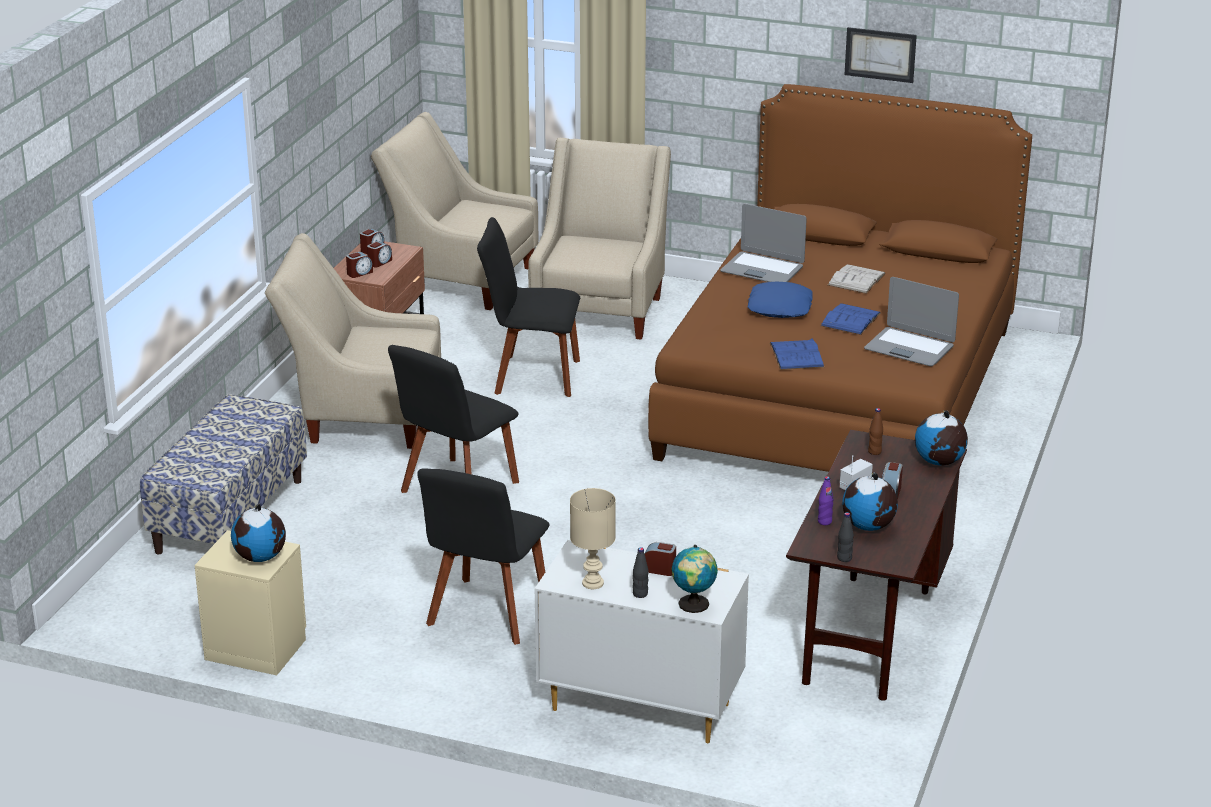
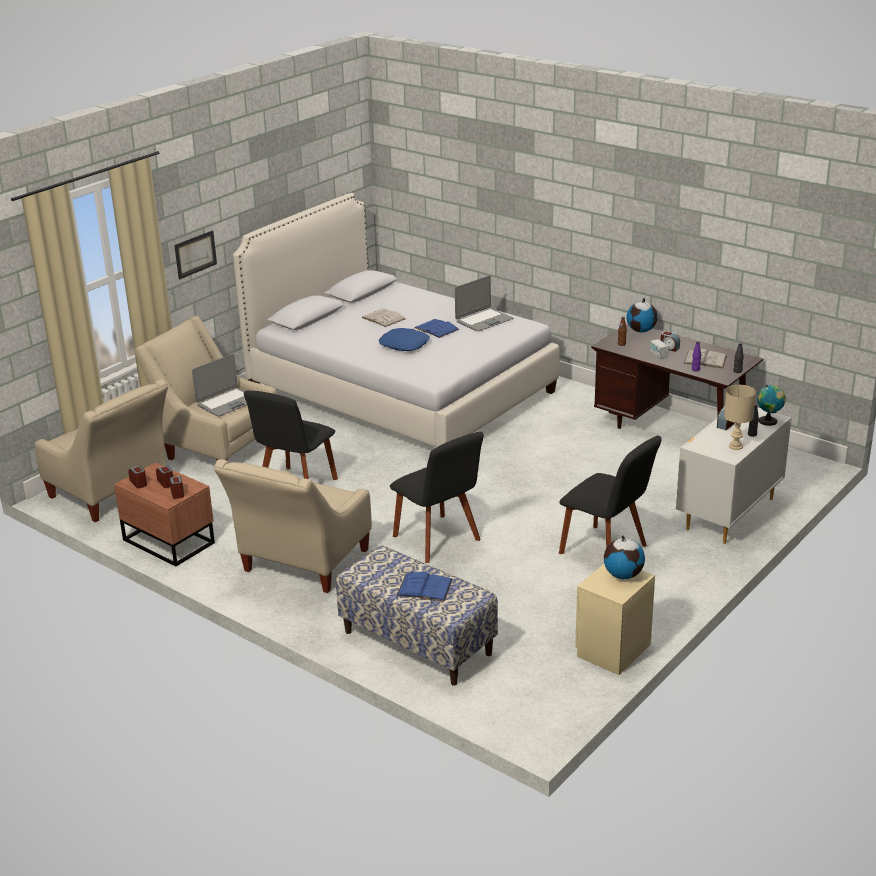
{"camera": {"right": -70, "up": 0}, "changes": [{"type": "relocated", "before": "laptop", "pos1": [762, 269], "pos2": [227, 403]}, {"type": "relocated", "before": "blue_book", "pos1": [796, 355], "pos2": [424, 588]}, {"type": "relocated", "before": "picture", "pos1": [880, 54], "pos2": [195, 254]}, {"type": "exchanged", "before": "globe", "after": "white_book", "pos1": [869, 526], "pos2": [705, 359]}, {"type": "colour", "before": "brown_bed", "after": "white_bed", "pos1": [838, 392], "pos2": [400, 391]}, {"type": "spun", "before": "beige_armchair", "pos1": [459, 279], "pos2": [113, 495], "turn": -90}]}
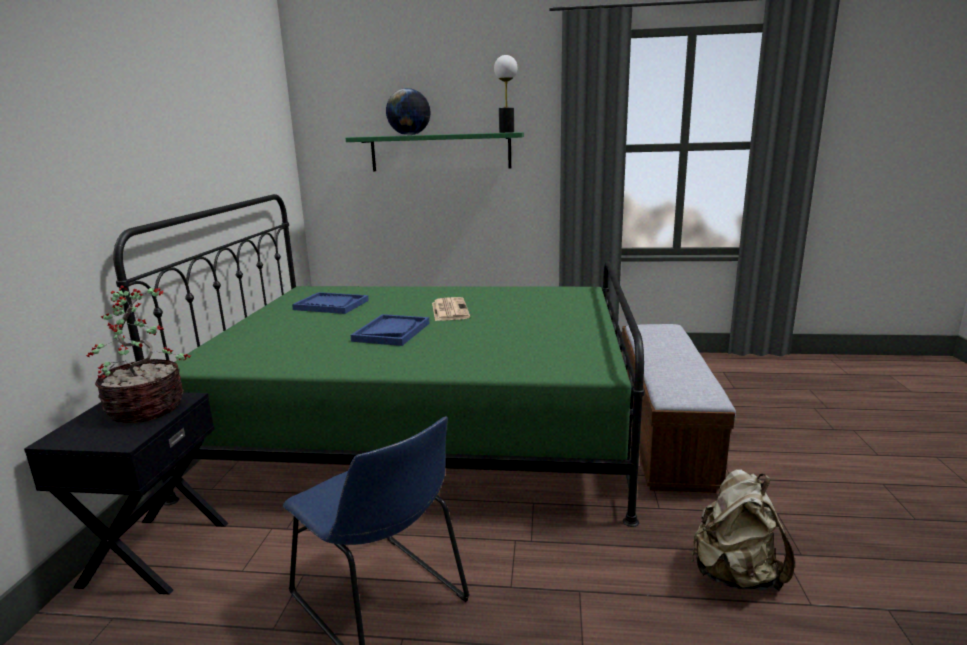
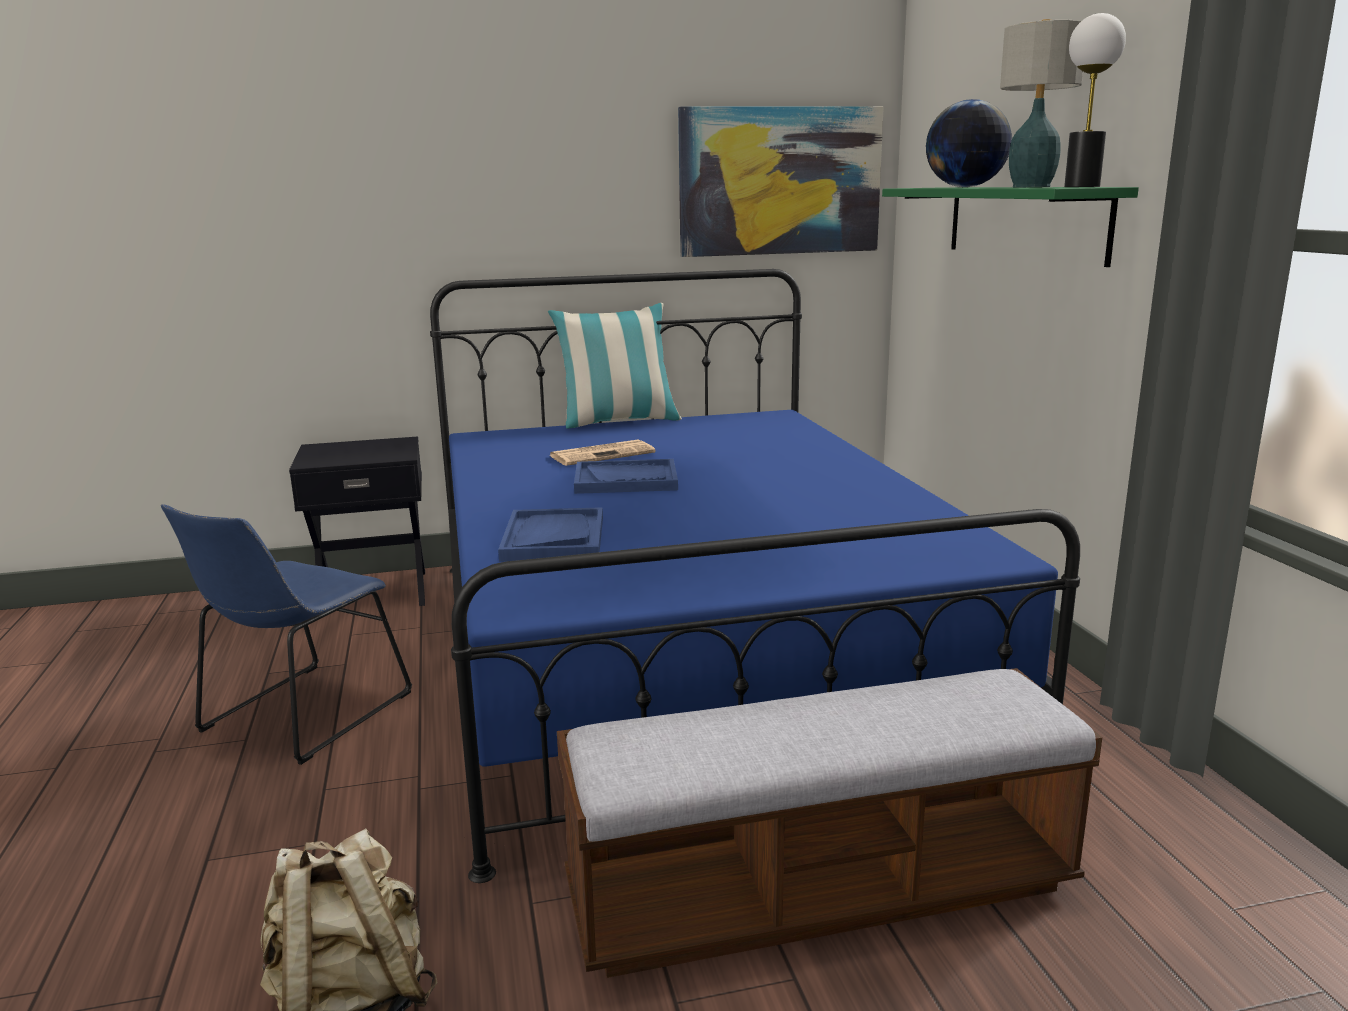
{"camera": {"right": 70, "up": 0}, "changes": [{"type": "missing", "before": "potted_plant", "pos1": [148, 408]}, {"type": "appeared", "after": "pillow", "pos2": [618, 421]}, {"type": "appeared", "after": "picture", "pos2": [780, 181]}, {"type": "appeared", "after": "table_lamp", "pos2": [1030, 187]}, {"type": "relocated", "before": "blue_tray", "pos1": [331, 305], "pos2": [553, 538]}, {"type": "relocated", "before": "newspaper", "pos1": [449, 310], "pos2": [603, 454]}, {"type": "colour", "before": "green_bed", "after": "blue_bed", "pos1": [426, 427], "pos2": [686, 652]}]}
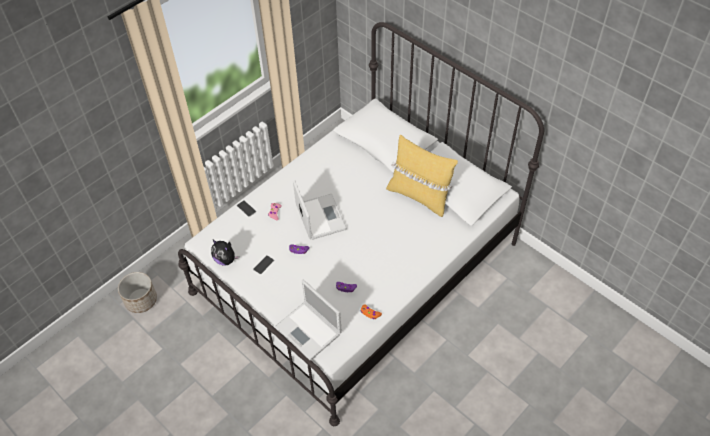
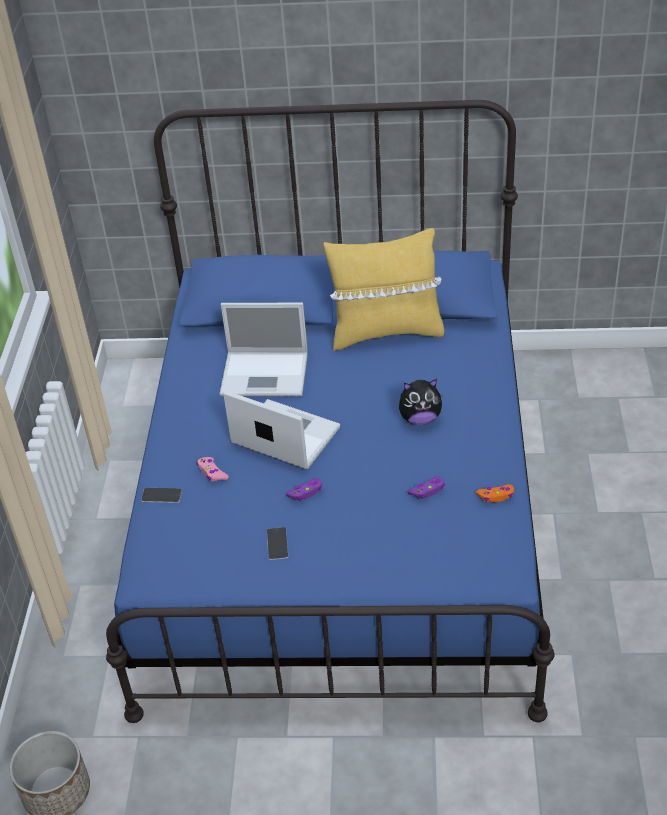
{"camera": {"right": -40, "up": -10}, "changes": [{"type": "relocated", "before": "plush_toy", "pos1": [226, 259], "pos2": [420, 418]}, {"type": "relocated", "before": "laptop", "pos1": [309, 331], "pos2": [266, 374]}, {"type": "colour", "before": "white_bed", "after": "blue_bed", "pos1": [356, 267], "pos2": [342, 514]}]}
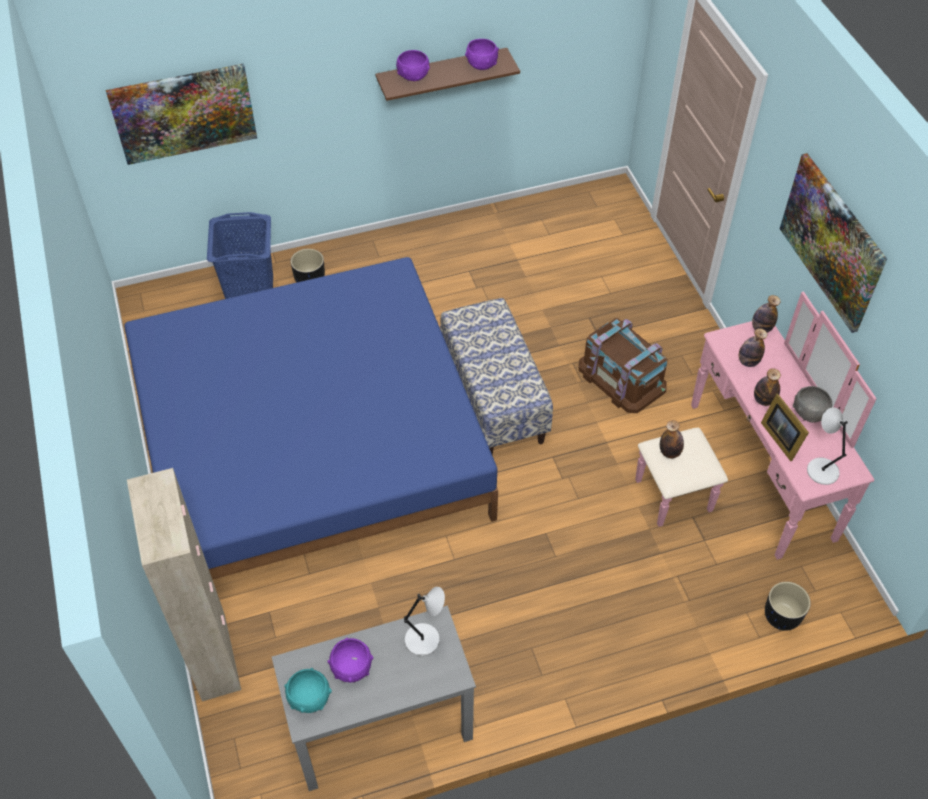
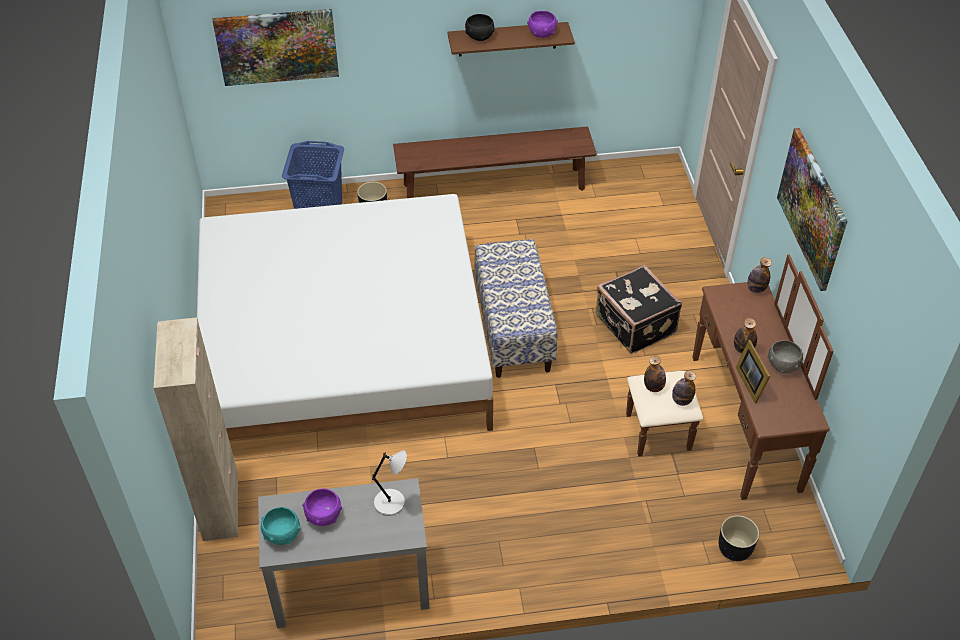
{"camera": {"right": 10, "up": -5}, "changes": [{"type": "missing", "before": "grey_table_lamp", "pos1": [821, 470]}, {"type": "appeared", "after": "brown_bench", "pos2": [494, 187]}, {"type": "relocated", "before": "bottle", "pos1": [748, 362], "pos2": [681, 400]}, {"type": "exchanged", "before": "brown_storage_box", "after": "black_suitcase", "pos1": [622, 377], "pos2": [634, 326]}, {"type": "colour", "before": "blue_bed", "after": "white_bed", "pos1": [311, 445], "pos2": [343, 346]}, {"type": "colour", "before": "purple_bowl", "after": "black_bowl", "pos1": [413, 76], "pos2": [479, 37]}, {"type": "colour", "before": "pink_dresser", "after": "brown_dresser", "pos1": [741, 476], "pos2": [725, 424]}]}
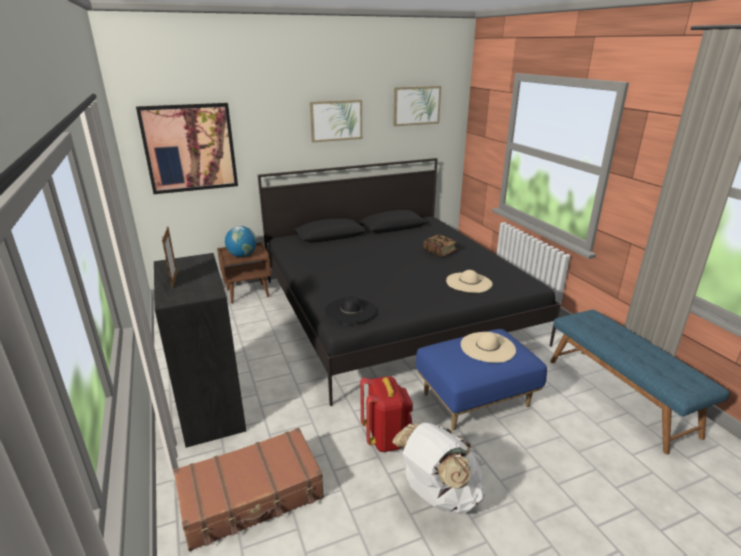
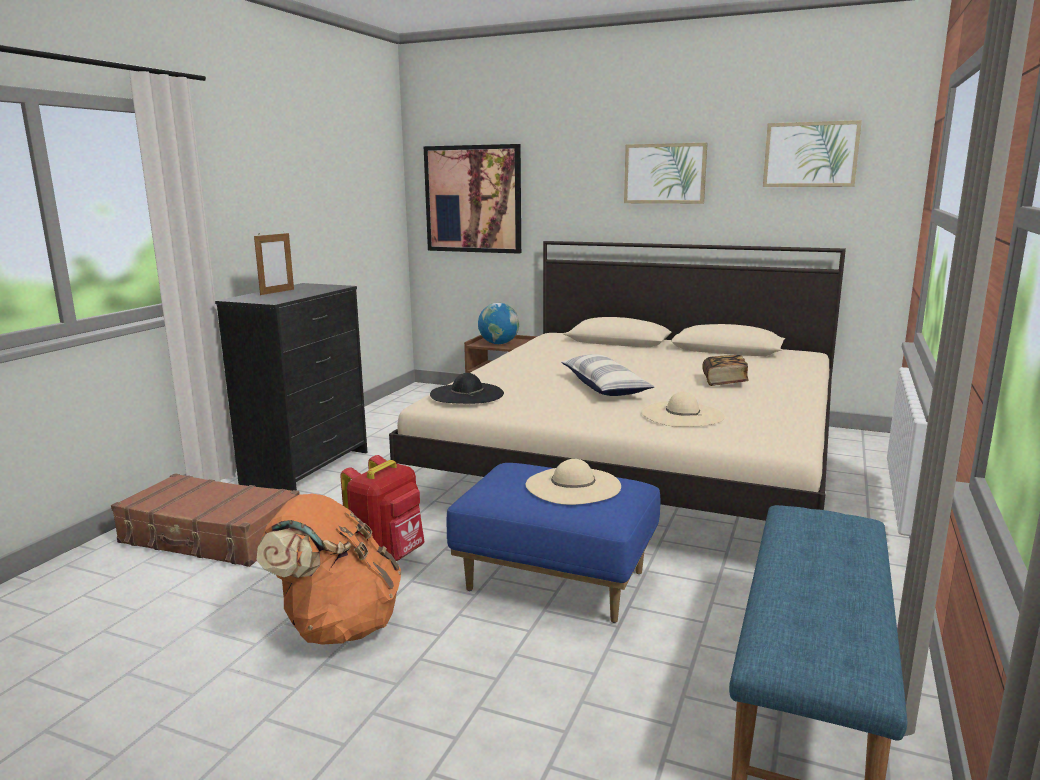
{"camera": {"right": 45, "up": -10}, "changes": [{"type": "appeared", "after": "pillow", "pos2": [605, 387]}, {"type": "colour", "before": "black_bed", "after": "beige_bed", "pos1": [393, 310], "pos2": [639, 463]}, {"type": "colour", "before": "white_backpack", "after": "orange_backpack", "pos1": [438, 494], "pos2": [337, 626]}]}
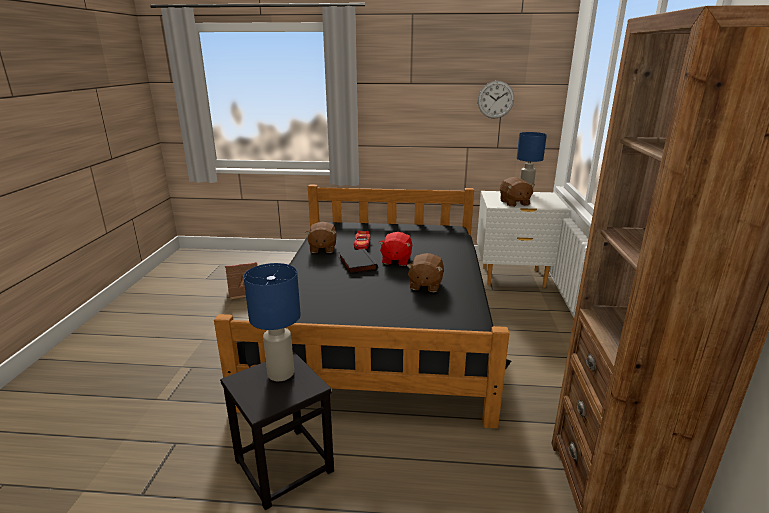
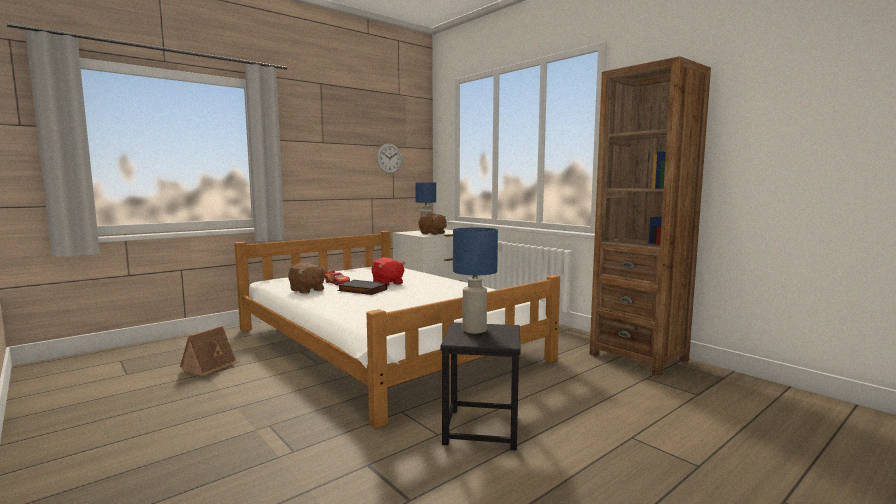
{"camera": {"right": -45, "up": -15}, "changes": [{"type": "missing", "before": "brown_plush_toy", "pos1": [425, 285]}, {"type": "colour", "before": "black_bed", "after": "white_bed", "pos1": [379, 320], "pos2": [385, 343]}]}
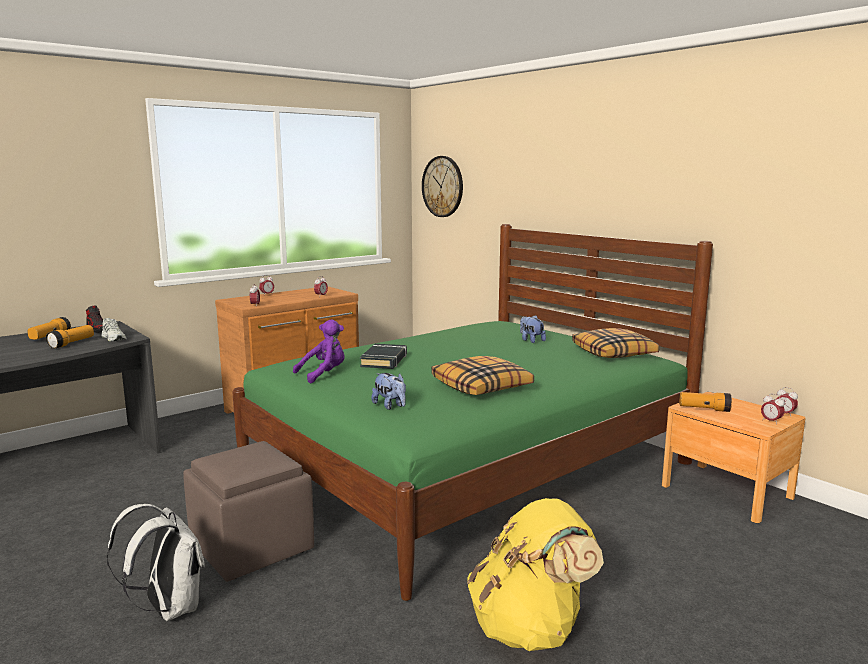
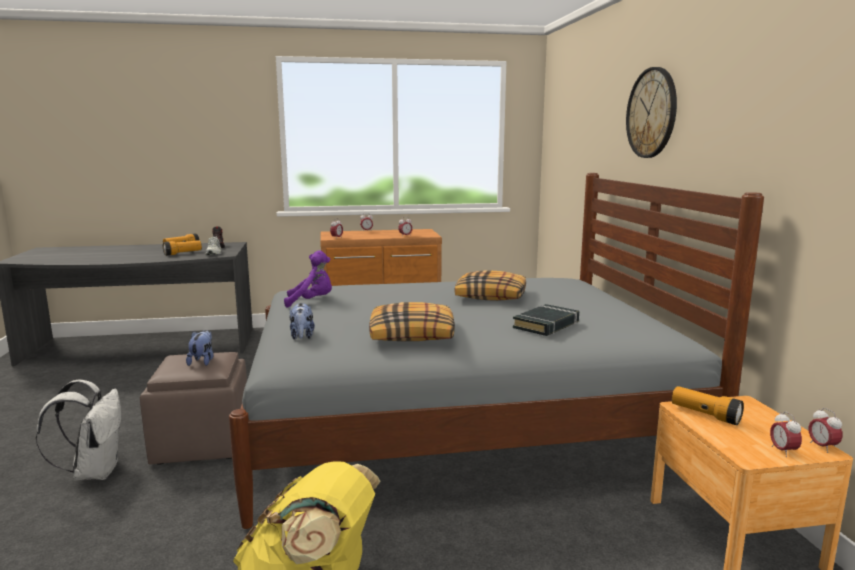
{"camera": {"right": 30, "up": 0}, "changes": [{"type": "relocated", "before": "black_book", "pos1": [384, 360], "pos2": [546, 325]}, {"type": "relocated", "before": "wall_clock", "pos1": [442, 186], "pos2": [651, 113]}, {"type": "relocated", "before": "plush_toy", "pos1": [531, 340], "pos2": [202, 361]}, {"type": "relocated", "before": "pillow", "pos1": [614, 353], "pos2": [491, 296]}, {"type": "colour", "before": "green_bed", "after": "grey_bed", "pos1": [468, 467], "pos2": [458, 423]}]}
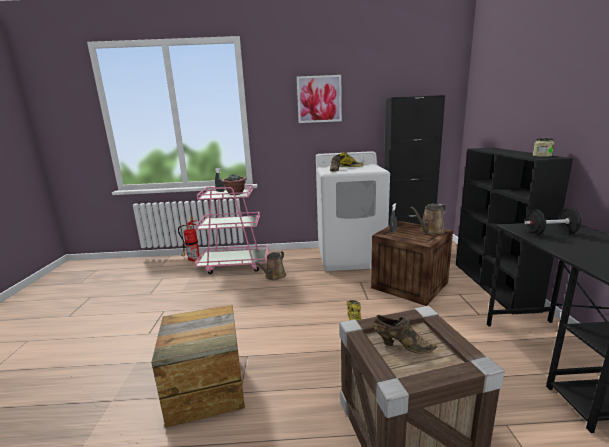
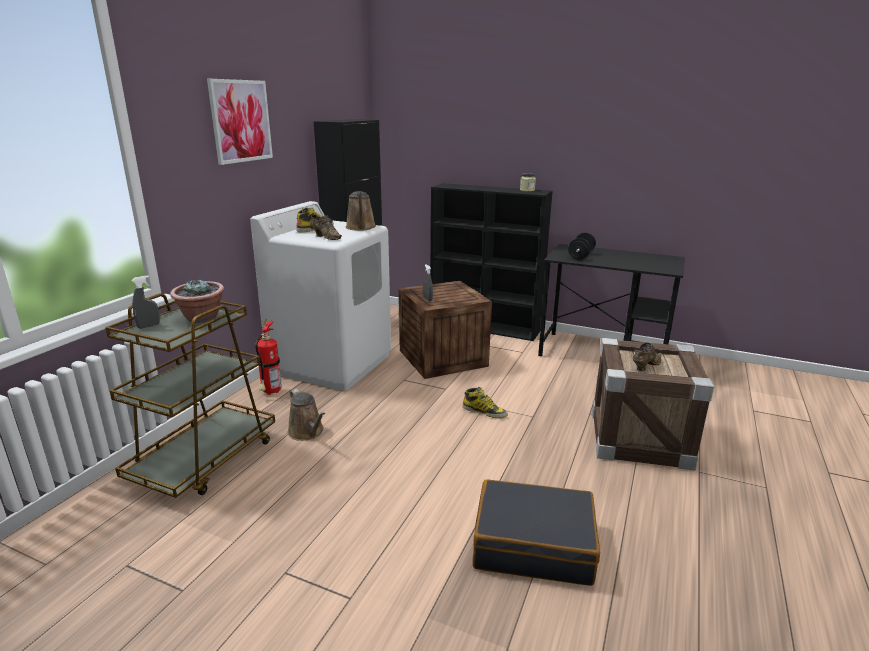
{"camera": {"right": -65, "up": 5}, "changes": [{"type": "relocated", "before": "fire_extinguisher", "pos1": [192, 260], "pos2": [270, 392]}, {"type": "relocated", "before": "brown_watering_can", "pos1": [430, 231], "pos2": [361, 228]}, {"type": "exchanged", "before": "crate", "after": "black_suitcase", "pos1": [206, 389], "pos2": [533, 544]}, {"type": "colour", "before": "pink_cart", "after": "brown_cart", "pos1": [235, 264], "pos2": [205, 459]}]}
